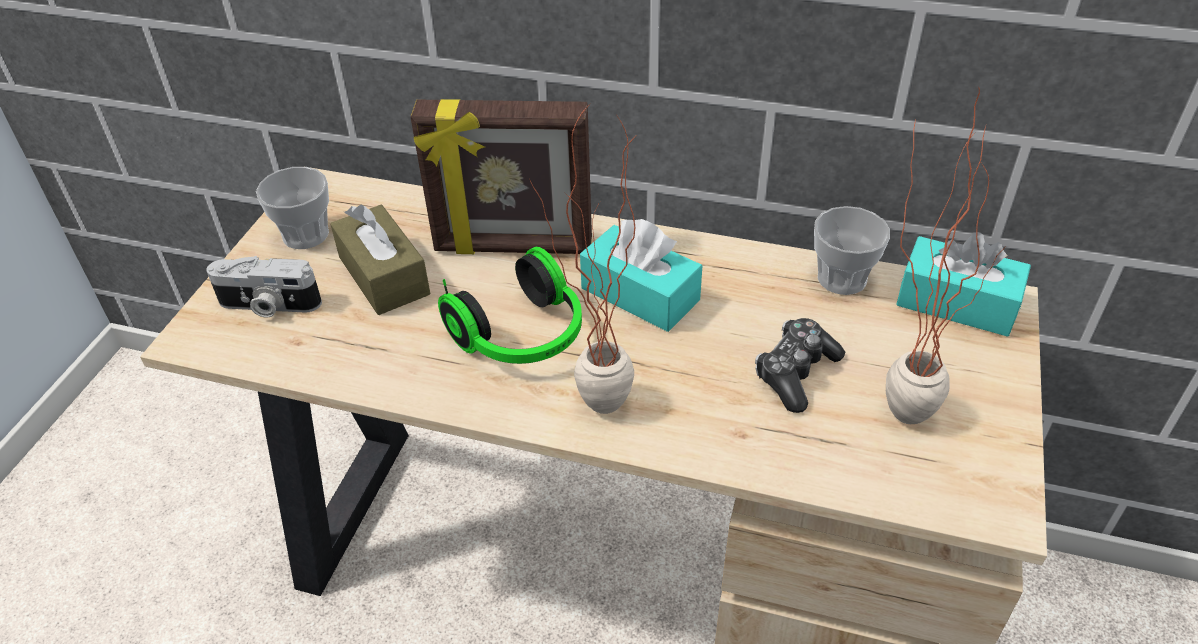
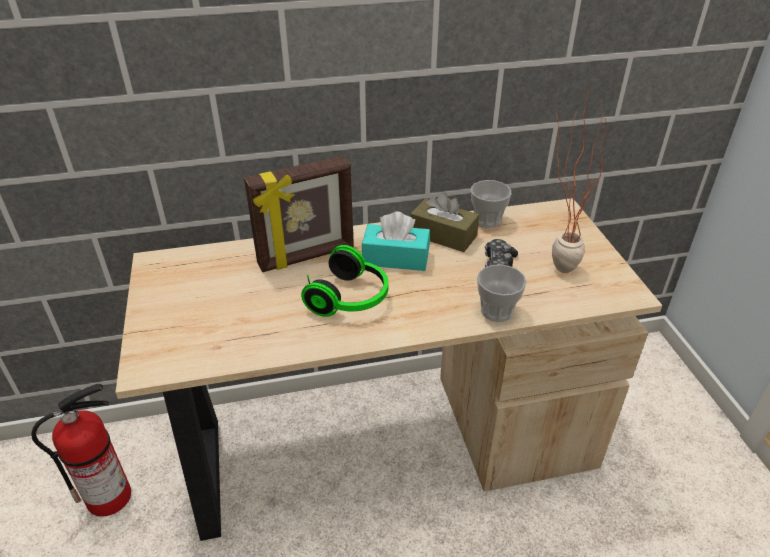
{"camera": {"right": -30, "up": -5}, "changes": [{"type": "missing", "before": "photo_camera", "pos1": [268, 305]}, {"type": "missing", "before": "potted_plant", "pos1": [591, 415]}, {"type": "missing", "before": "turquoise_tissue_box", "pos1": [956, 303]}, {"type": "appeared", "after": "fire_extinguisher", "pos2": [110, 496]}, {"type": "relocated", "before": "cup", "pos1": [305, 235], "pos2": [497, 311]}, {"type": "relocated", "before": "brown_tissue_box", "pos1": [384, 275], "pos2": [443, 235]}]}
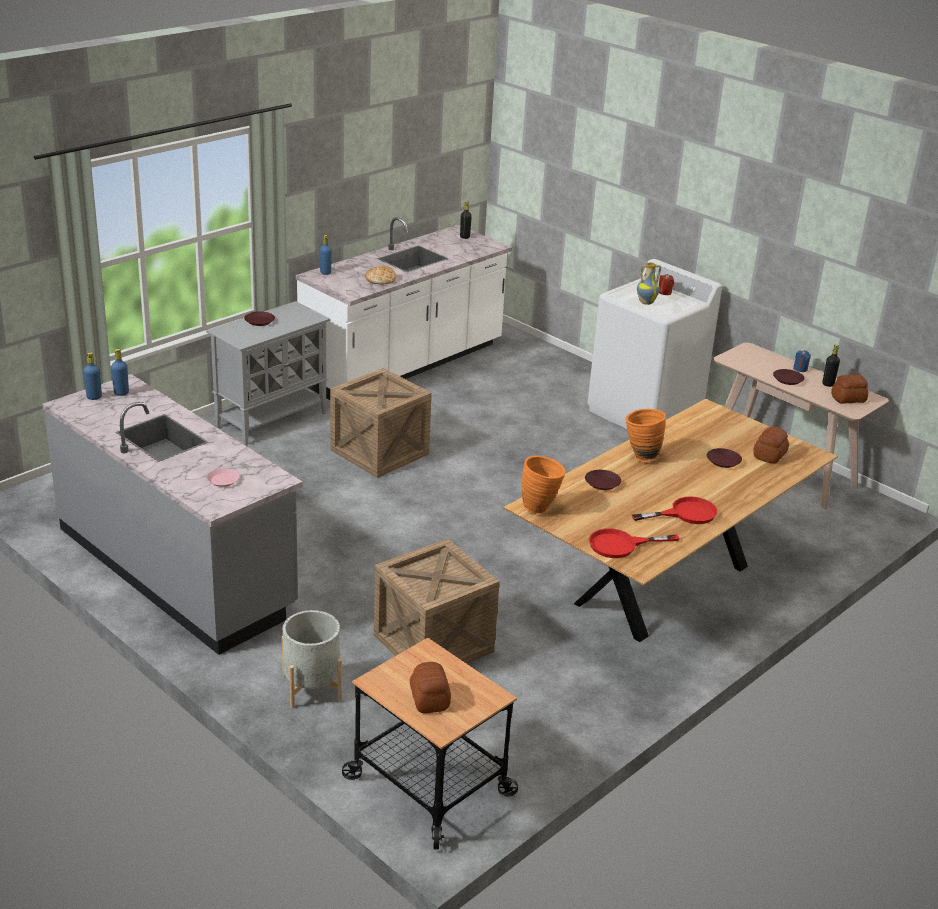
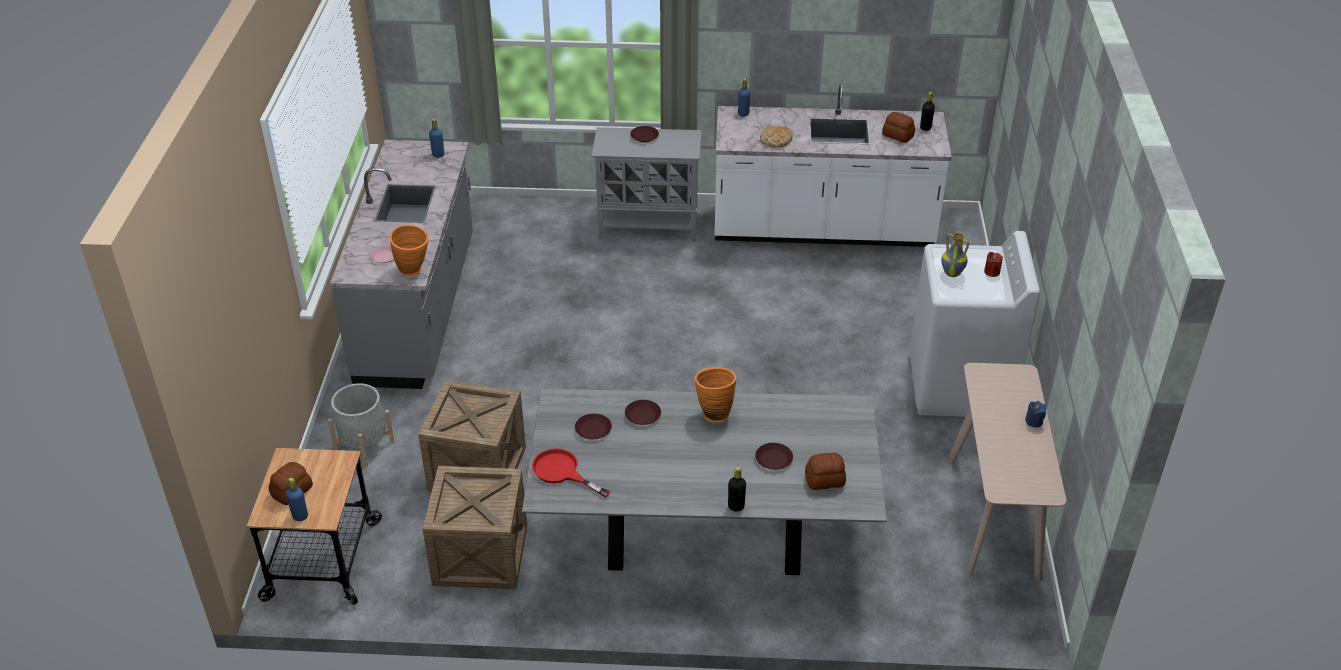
{"camera": {"right": 50, "up": 10}, "changes": [{"type": "missing", "before": "red_frying_pan", "pos1": [685, 513]}, {"type": "relocated", "before": "blue_bottle", "pos1": [94, 397], "pos2": [300, 516]}, {"type": "relocated", "before": "crate", "pos1": [379, 452], "pos2": [480, 555]}, {"type": "relocated", "before": "orange_vase", "pos1": [541, 508], "pos2": [414, 271]}, {"type": "relocated", "before": "brown_plate", "pos1": [788, 380], "pos2": [593, 430]}, {"type": "relocated", "before": "black_bottle", "pos1": [828, 384], "pos2": [736, 506]}, {"type": "relocated", "before": "bread", "pos1": [849, 399], "pos2": [897, 136]}, {"type": "colour", "before": "brown_dining_table", "after": "grey_dining_table", "pos1": [662, 585], "pos2": [703, 540]}]}
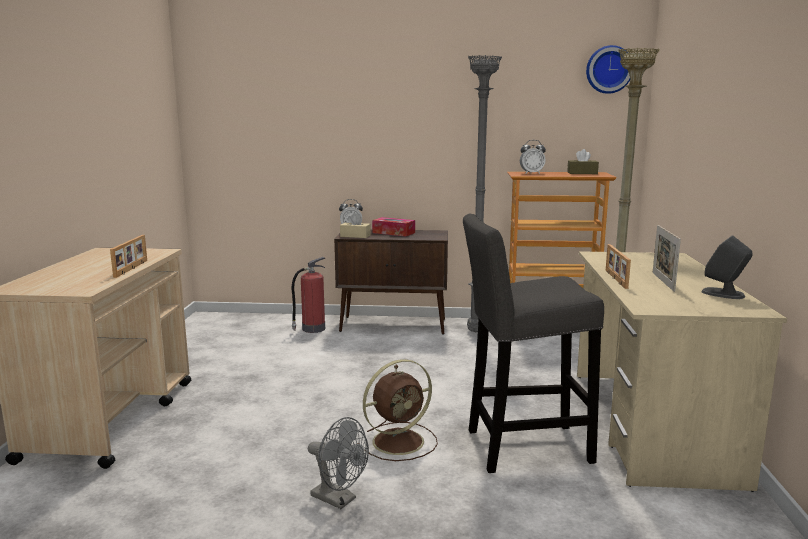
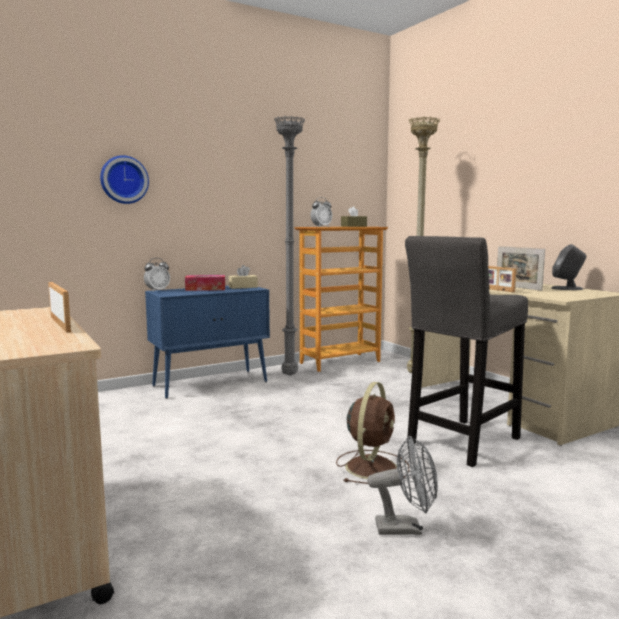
{"camera": {"right": -35, "up": -5}, "changes": [{"type": "missing", "before": "fire_extinguisher", "pos1": [312, 329]}, {"type": "relocated", "before": "beige_tissue_box", "pos1": [355, 236], "pos2": [243, 287]}, {"type": "relocated", "before": "wall_clock", "pos1": [608, 69], "pos2": [124, 180]}, {"type": "colour", "before": "brown_cabinet", "after": "blue_cabinet", "pos1": [394, 325], "pos2": [211, 383]}]}
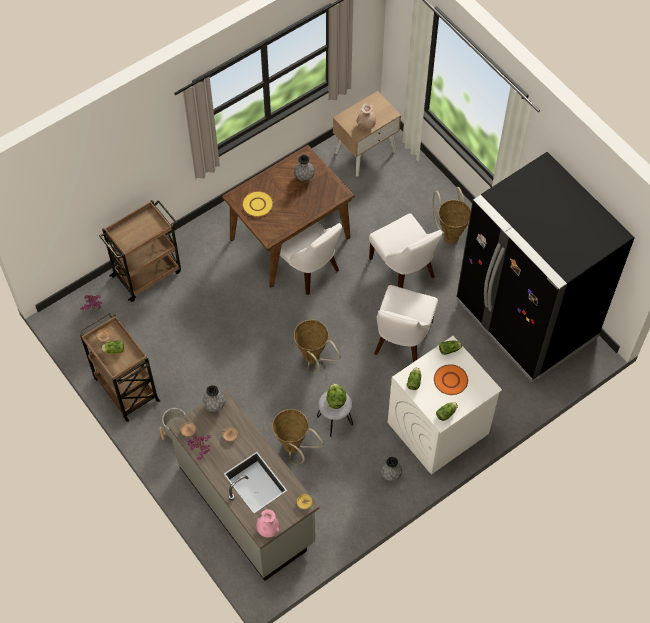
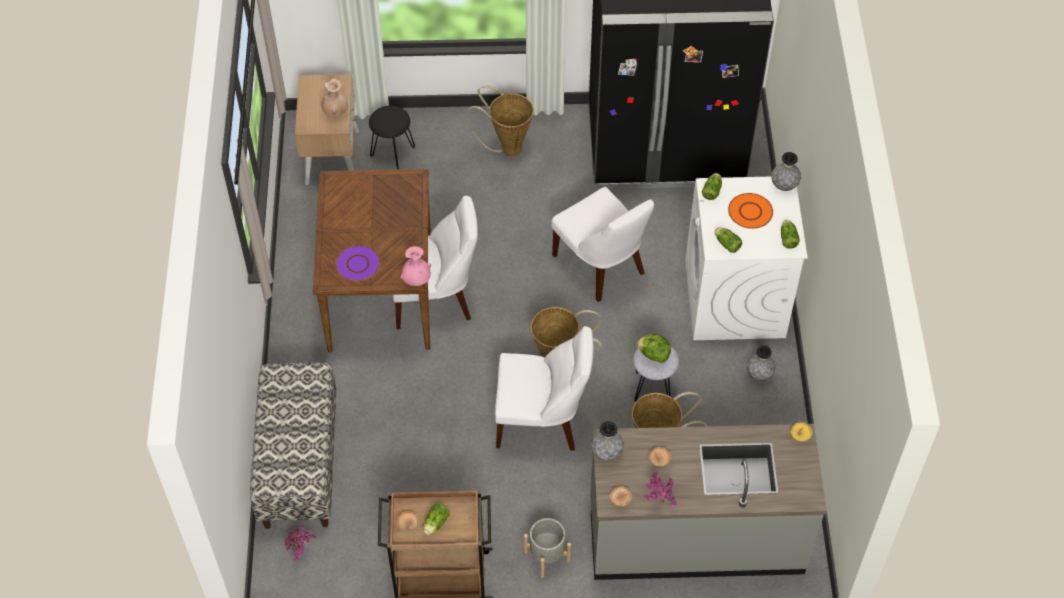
{"camera": {"right": -55, "up": -5}, "changes": [{"type": "appeared", "after": "black_stool", "pos2": [393, 151]}, {"type": "relocated", "before": "pink_vase", "pos1": [268, 529], "pos2": [416, 280]}, {"type": "relocated", "before": "grey_vase", "pos1": [304, 177], "pos2": [784, 186]}, {"type": "relocated", "before": "white_chair", "pos1": [403, 270], "pos2": [542, 421]}, {"type": "exchanged", "before": "brown_cart", "after": "bench", "pos1": [147, 273], "pos2": [299, 463]}, {"type": "colour", "before": "yellow_plate", "after": "purple_plate", "pos1": [257, 204], "pos2": [358, 264]}]}
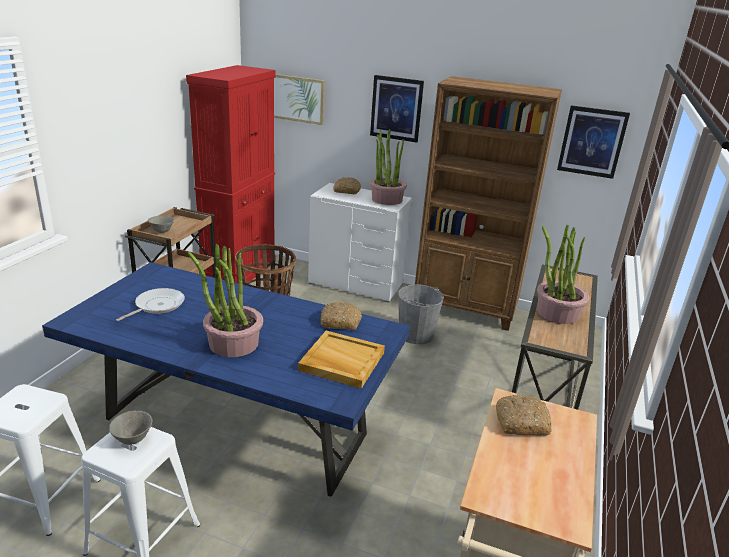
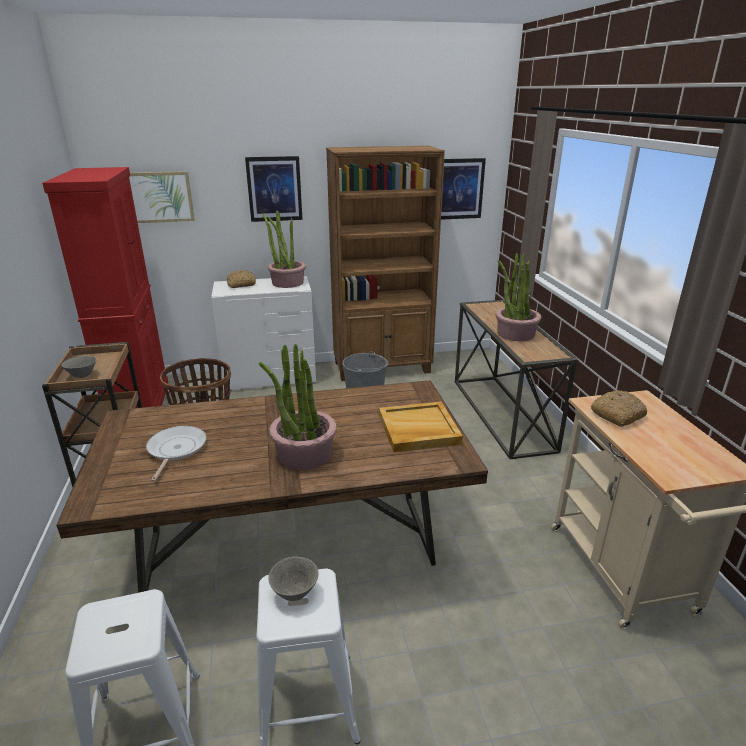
{"camera": {"right": -30, "up": 0}, "changes": [{"type": "missing", "before": "bread", "pos1": [341, 322]}, {"type": "colour", "before": "blue_dining_table", "after": "brown_dining_table", "pos1": [235, 427], "pos2": [289, 550]}]}
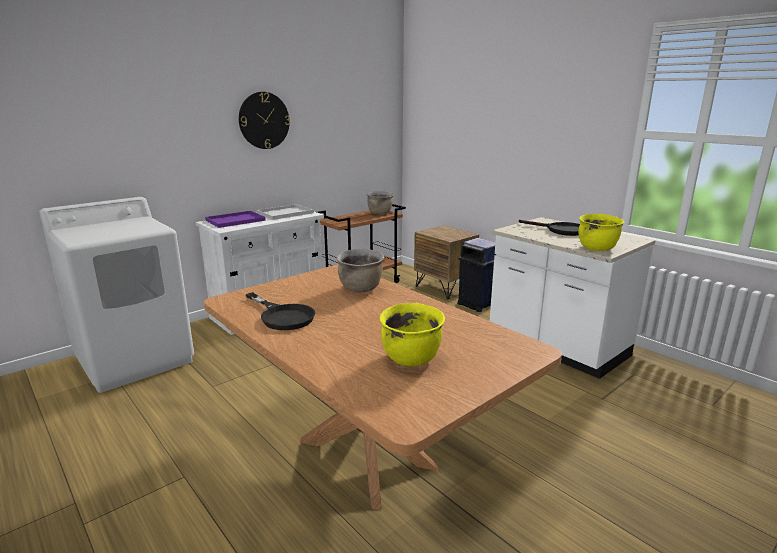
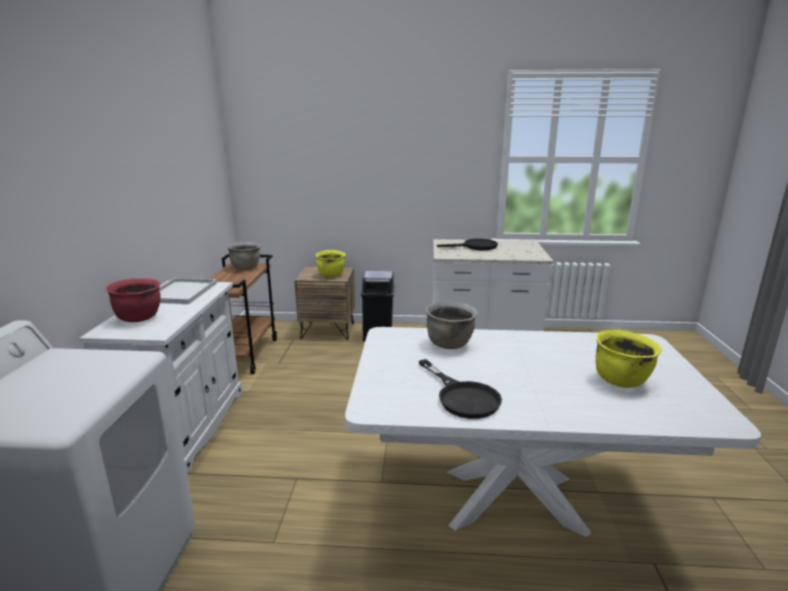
{"camera": {"right": -45, "up": 0}, "changes": [{"type": "missing", "before": "wall_clock", "pos1": [264, 120]}, {"type": "relocated", "before": "yellow_cooking_pot", "pos1": [597, 248], "pos2": [331, 275]}, {"type": "exchanged", "before": "purple_tray", "after": "red_cooking_pot", "pos1": [236, 220], "pos2": [139, 318]}, {"type": "colour", "before": "brown_dining_table", "after": "white_dining_table", "pos1": [366, 454], "pos2": [514, 501]}, {"type": "spun", "before": "black_frying_pan", "pos1": [282, 316], "pos2": [462, 396], "turn": 60}]}
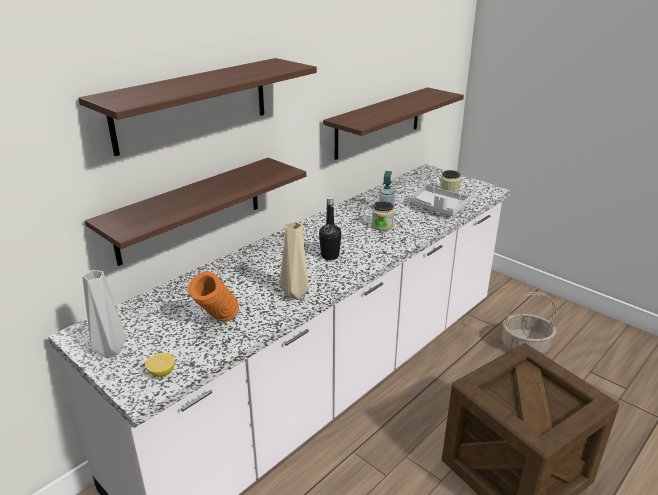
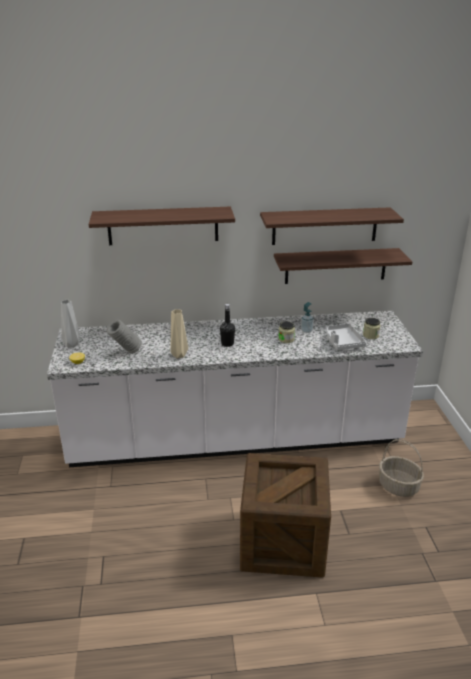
{"camera": {"right": 40, "up": 0}, "changes": [{"type": "relocated", "before": "shelf", "pos1": [190, 210], "pos2": [324, 226]}, {"type": "colour", "before": "orange_vase", "after": "grey_vase", "pos1": [217, 323], "pos2": [126, 353]}]}
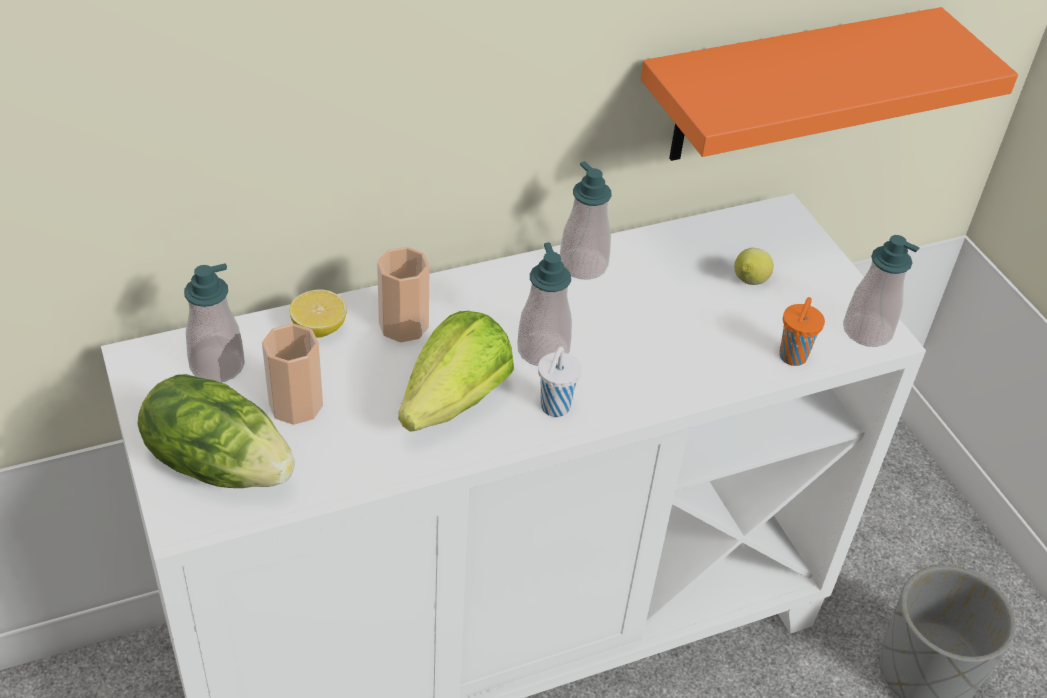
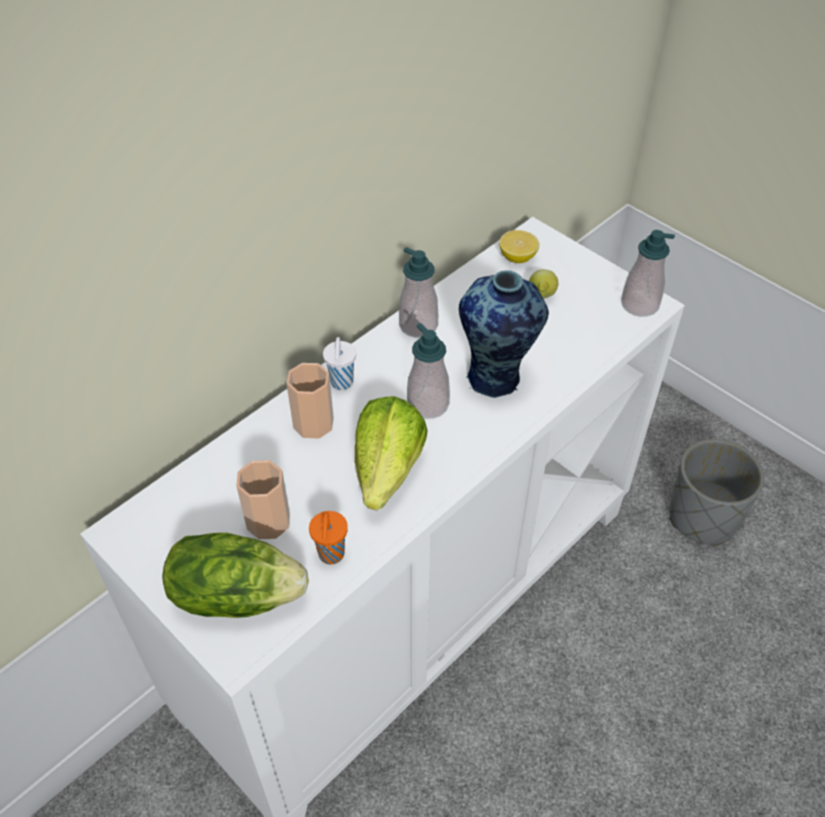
{"camera": {"right": -20, "up": 5}, "changes": [{"type": "missing", "before": "soap_dispenser", "pos1": [217, 366]}, {"type": "missing", "before": "orange_shelf", "pos1": [785, 86]}, {"type": "appeared", "after": "vase", "pos2": [496, 379]}, {"type": "relocated", "before": "lemon", "pos1": [319, 328], "pos2": [517, 257]}, {"type": "relocated", "before": "white_cup", "pos1": [554, 408], "pos2": [341, 383]}, {"type": "relocated", "before": "orange_cup", "pos1": [792, 357], "pos2": [331, 555]}]}
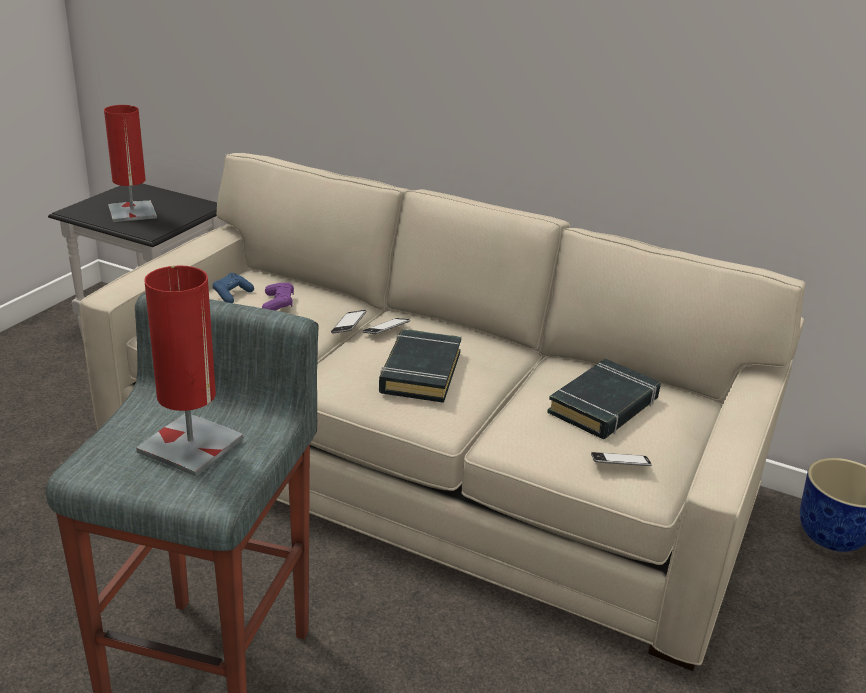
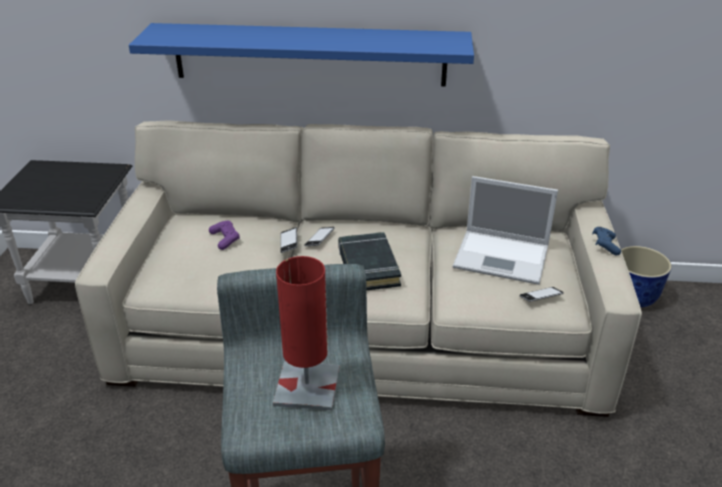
{"camera": {"right": -20, "up": 5}, "changes": [{"type": "missing", "before": "red_table_lamp", "pos1": [132, 212]}, {"type": "appeared", "after": "blue_shelf", "pos2": [309, 54]}, {"type": "relocated", "before": "blue_game_controller", "pos1": [232, 295], "pos2": [604, 246]}, {"type": "exchanged", "before": "black_book", "after": "laptop", "pos1": [604, 406], "pos2": [503, 257]}]}
